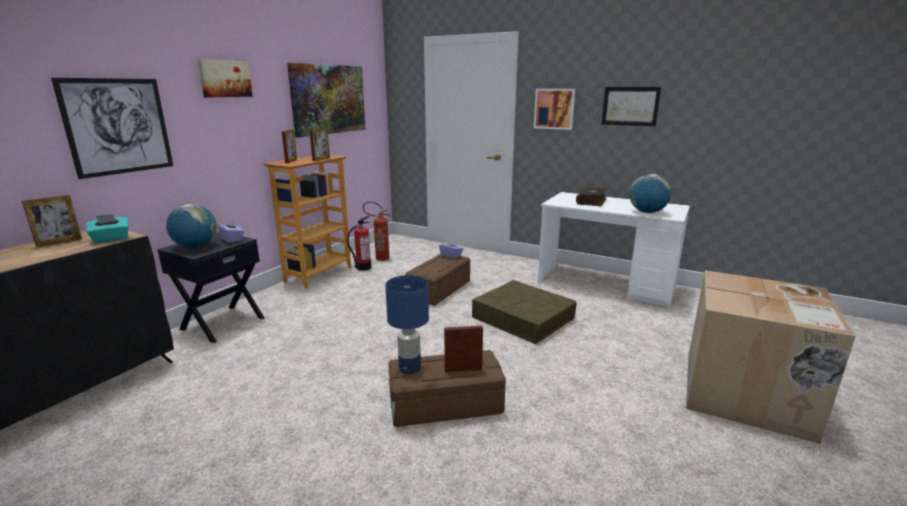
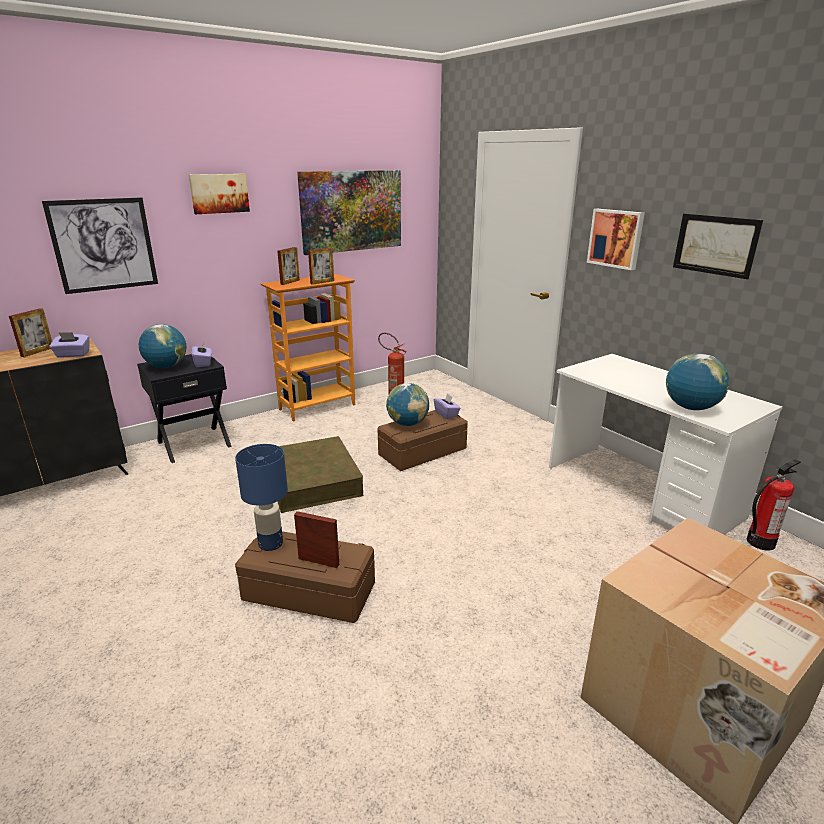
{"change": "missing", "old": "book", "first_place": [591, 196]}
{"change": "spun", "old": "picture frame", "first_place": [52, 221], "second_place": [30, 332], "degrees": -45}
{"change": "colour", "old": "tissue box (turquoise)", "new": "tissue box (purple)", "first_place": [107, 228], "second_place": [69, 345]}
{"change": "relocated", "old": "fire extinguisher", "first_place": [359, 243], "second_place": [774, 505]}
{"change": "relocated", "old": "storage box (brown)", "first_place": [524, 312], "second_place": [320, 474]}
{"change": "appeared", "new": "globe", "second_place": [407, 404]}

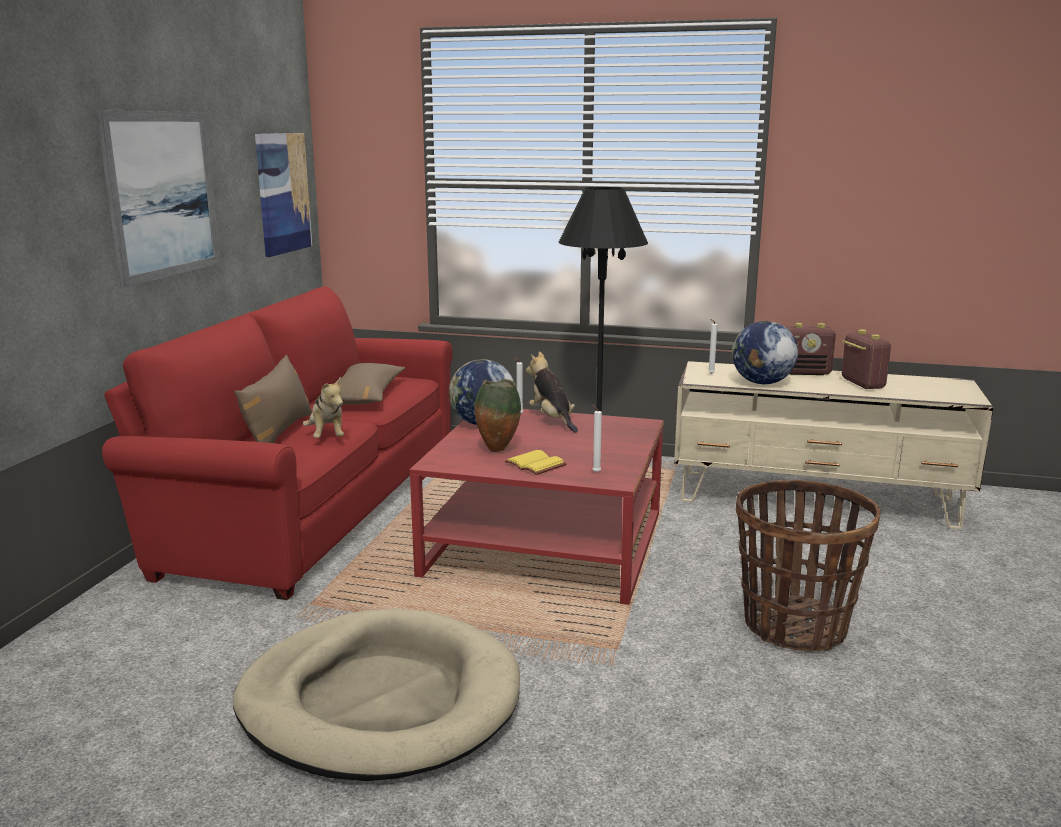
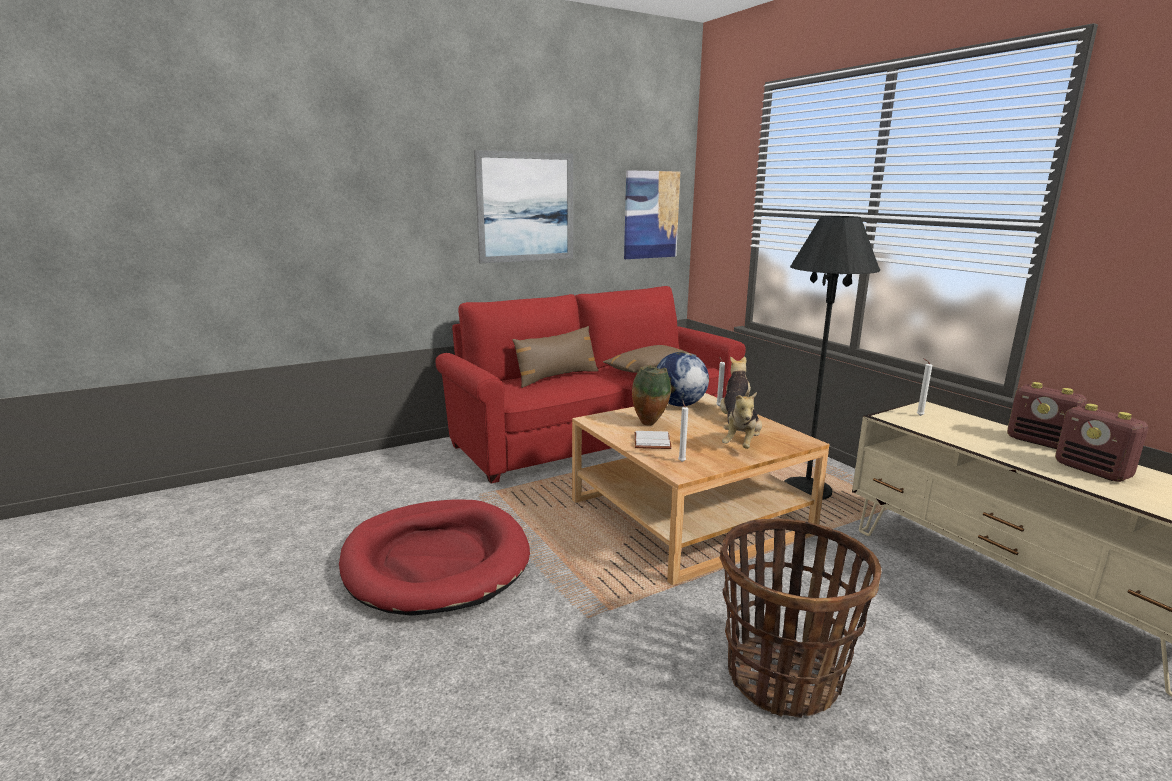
{"change": "missing", "old": "globe", "first_place": [765, 352]}
{"change": "spun", "old": "radio", "first_place": [866, 359], "second_place": [1101, 443], "degrees": 120}
{"change": "relocated", "old": "plush toy", "first_place": [323, 407], "second_place": [742, 420]}
{"change": "colour", "old": "coffee table (red)", "new": "coffee table (beige)", "first_place": [537, 507], "second_place": [701, 489]}
{"change": "colour", "old": "book (yellow)", "new": "book (white)", "first_place": [536, 462], "second_place": [653, 440]}
{"change": "colour", "old": "dog bed (beige)", "new": "dog bed (red)", "first_place": [376, 694], "second_place": [434, 557]}

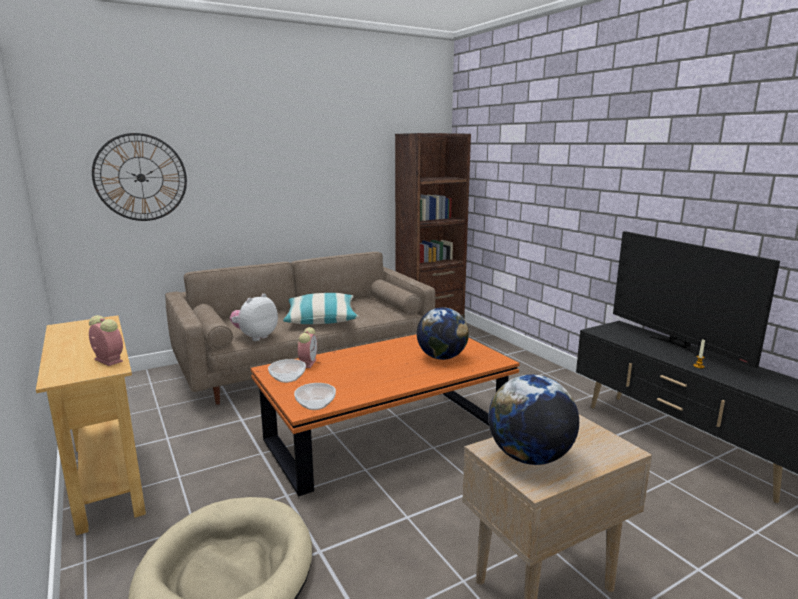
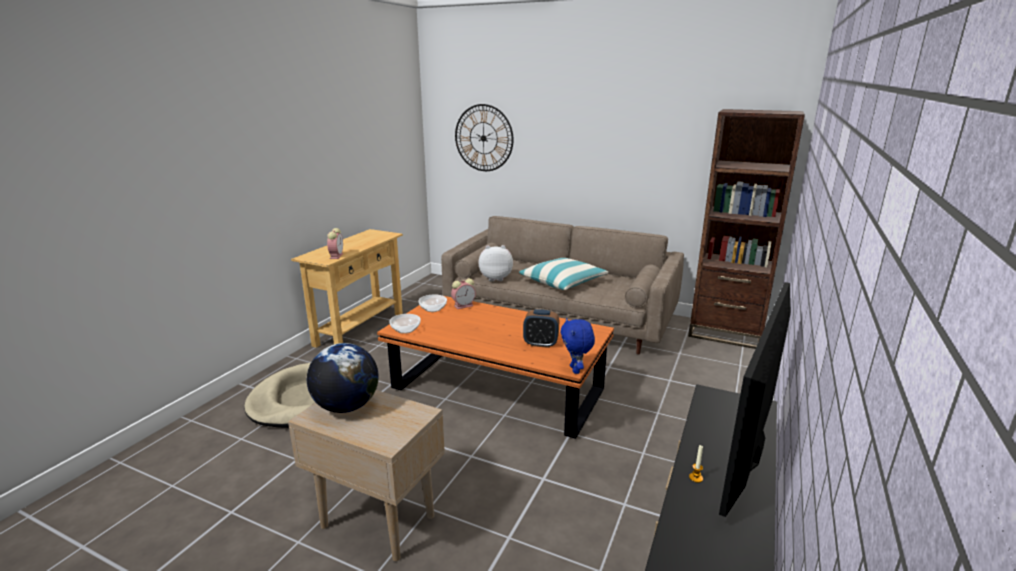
{"change": "exchanged", "old": "globe", "new": "alarm clock", "first_place": [443, 333], "second_place": [541, 328]}
{"change": "appeared", "new": "plush toy (blue)", "second_place": [577, 346]}

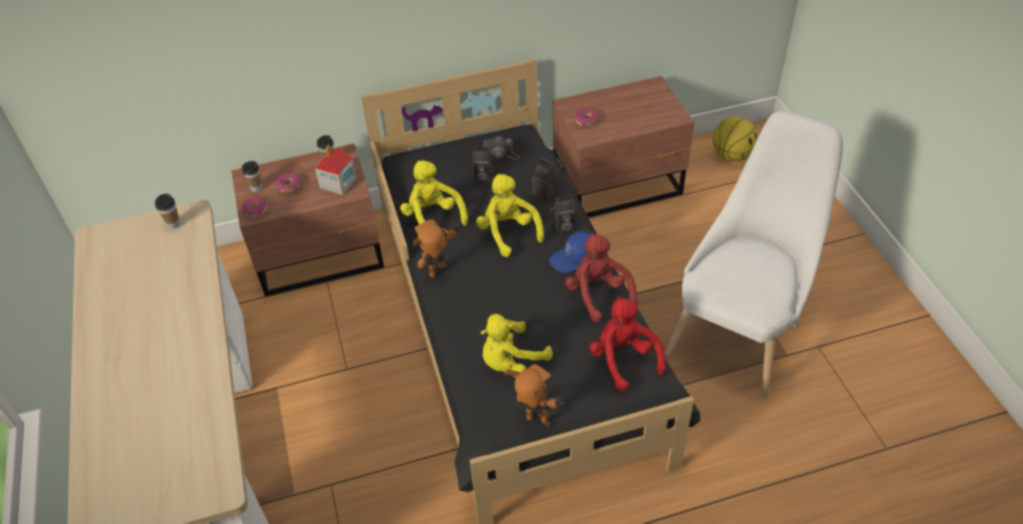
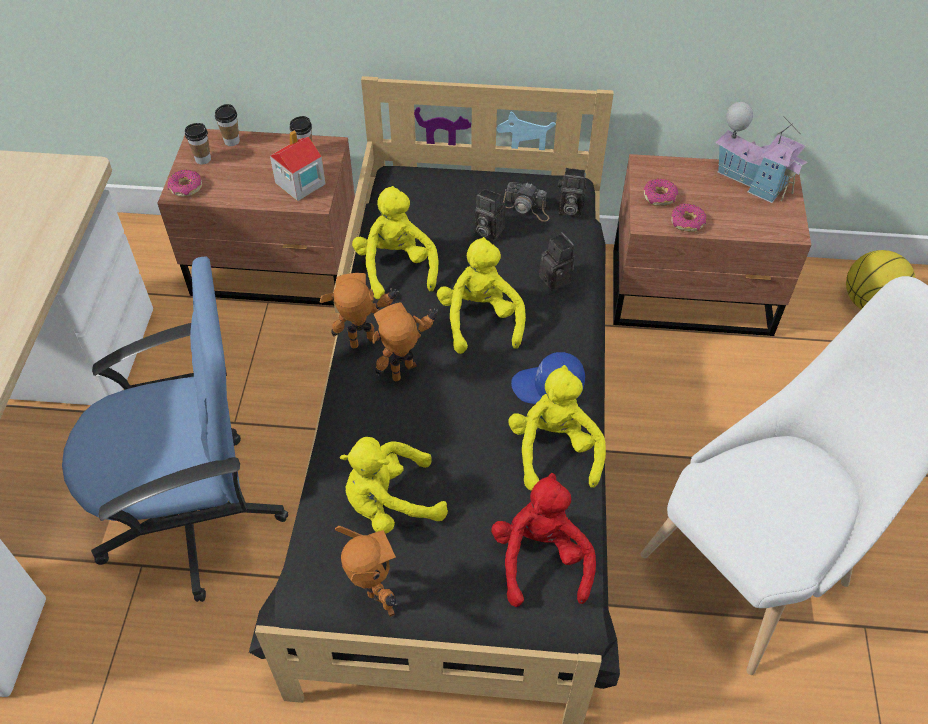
{"change": "relocated", "old": "donut", "first_place": [287, 183], "second_place": [688, 218]}
{"change": "relocated", "old": "cup", "first_place": [168, 211], "second_place": [227, 125]}
{"change": "relocated", "old": "photo camera", "first_place": [563, 213], "second_place": [572, 192]}
{"change": "colour", "old": "plush toy (red)", "new": "plush toy (yellow)", "first_place": [601, 278], "second_place": [557, 428]}
{"change": "appeared", "new": "toy house", "second_place": [761, 152]}
{"change": "appeared", "new": "office chair (blue)", "second_place": [175, 429]}
{"change": "appeared", "new": "toy robot", "second_place": [405, 341]}

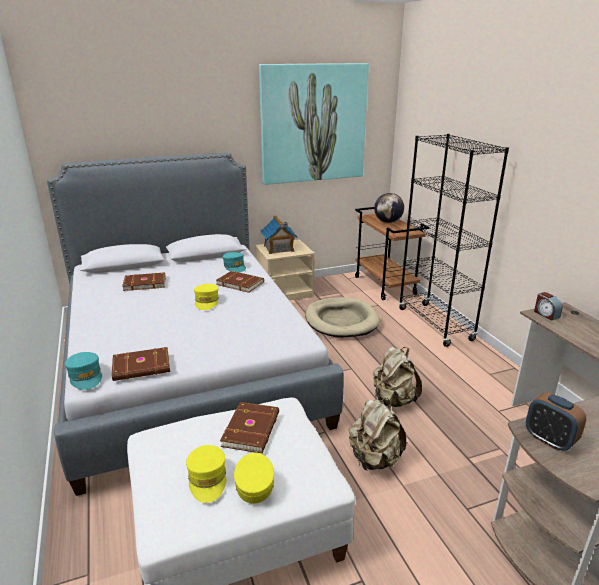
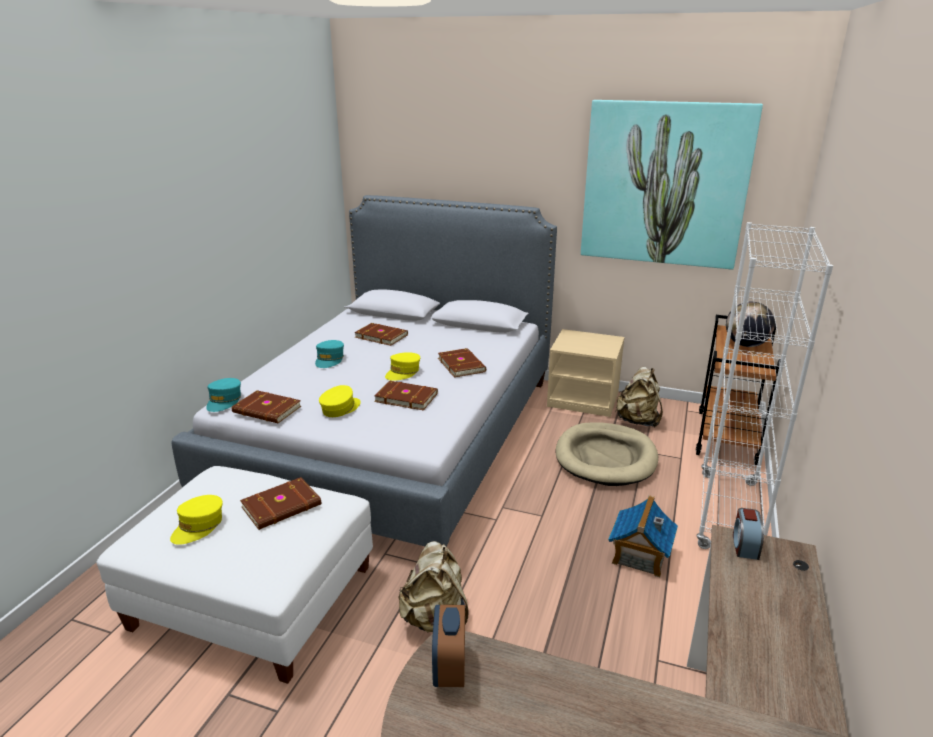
{"change": "colour", "old": "bookcase (black)", "new": "bookcase (white)", "first_place": [454, 240], "second_place": [764, 385]}
{"change": "relocated", "old": "toy house", "first_place": [279, 235], "second_place": [643, 536]}
{"change": "relocated", "old": "cap (turquoise)", "first_place": [234, 262], "second_place": [329, 354]}
{"change": "relocated", "old": "backpack (beige)", "first_place": [397, 377], "second_place": [639, 397]}
{"change": "relocated", "old": "cap (yellow)", "first_place": [254, 478], "second_place": [340, 401]}
{"change": "appeared", "new": "book (brown)", "second_place": [406, 395]}

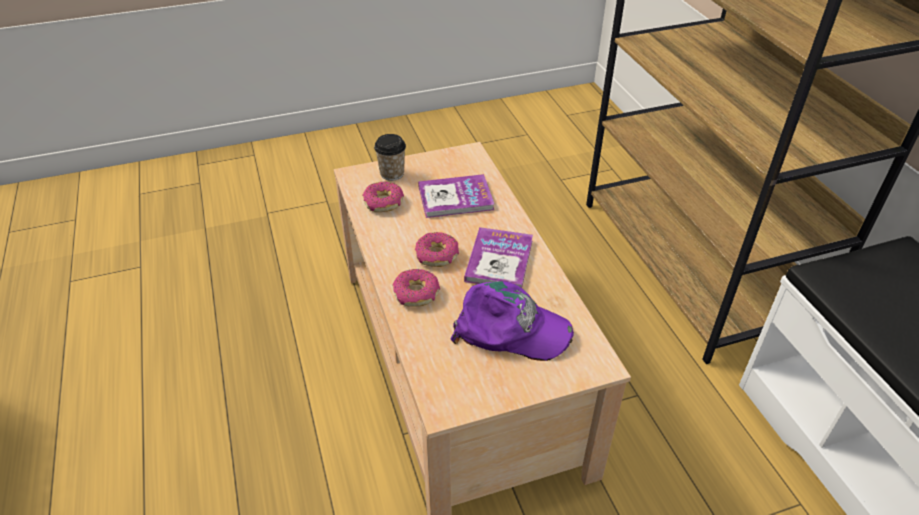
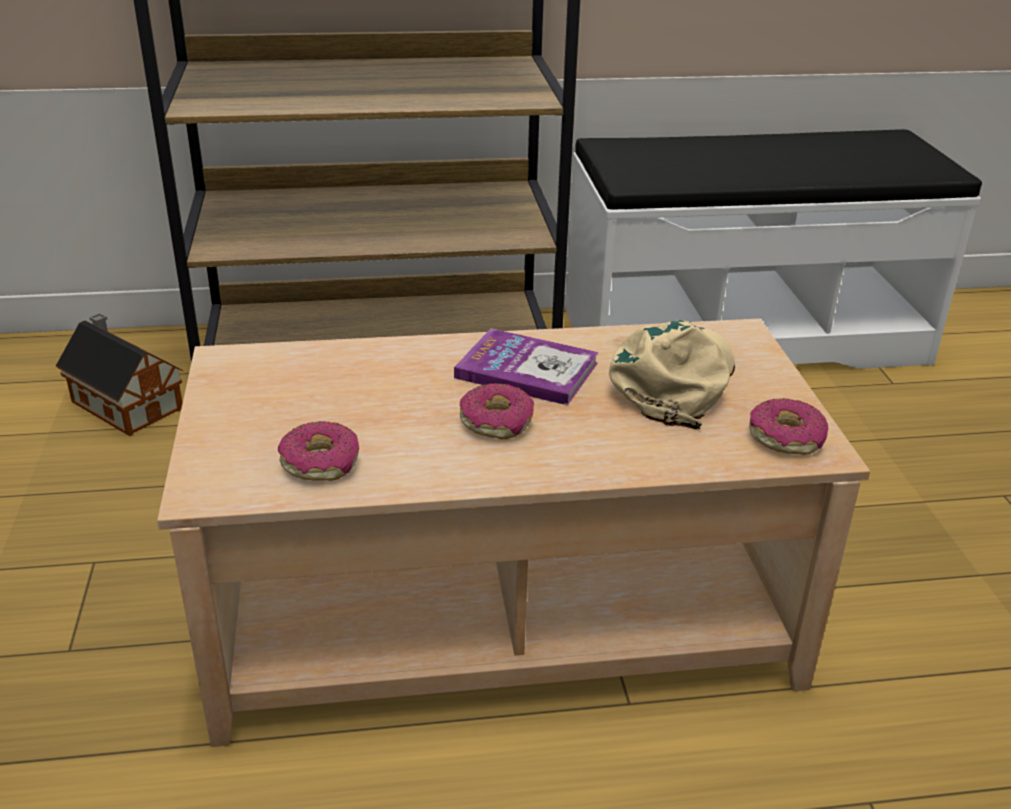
{"change": "missing", "old": "cup", "first_place": [390, 157]}
{"change": "missing", "old": "book", "first_place": [456, 196]}
{"change": "relocated", "old": "donut", "first_place": [416, 288], "second_place": [788, 426]}
{"change": "colour", "old": "cap (purple)", "new": "cap (beige)", "first_place": [512, 321], "second_place": [672, 374]}
{"change": "appeared", "new": "toy house", "second_place": [119, 374]}

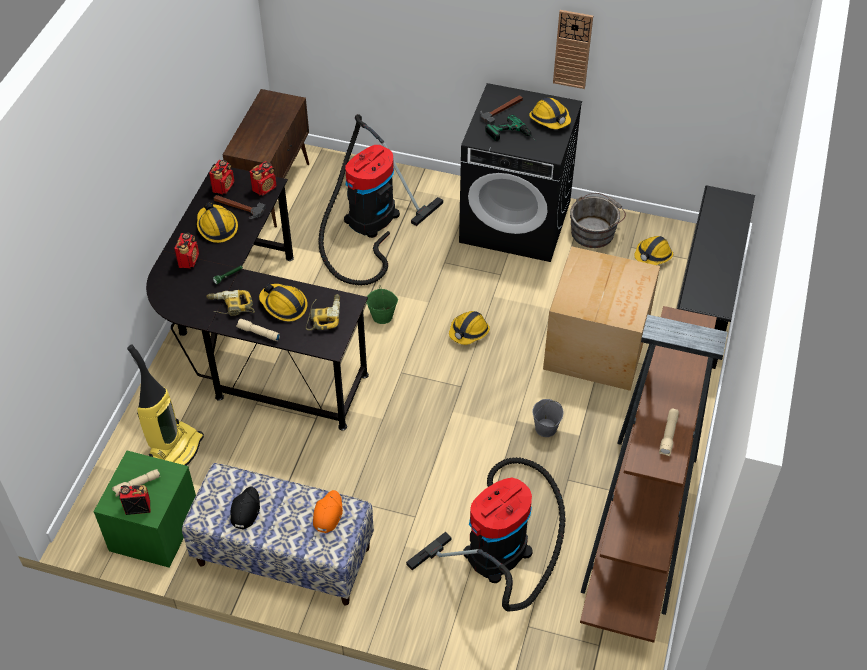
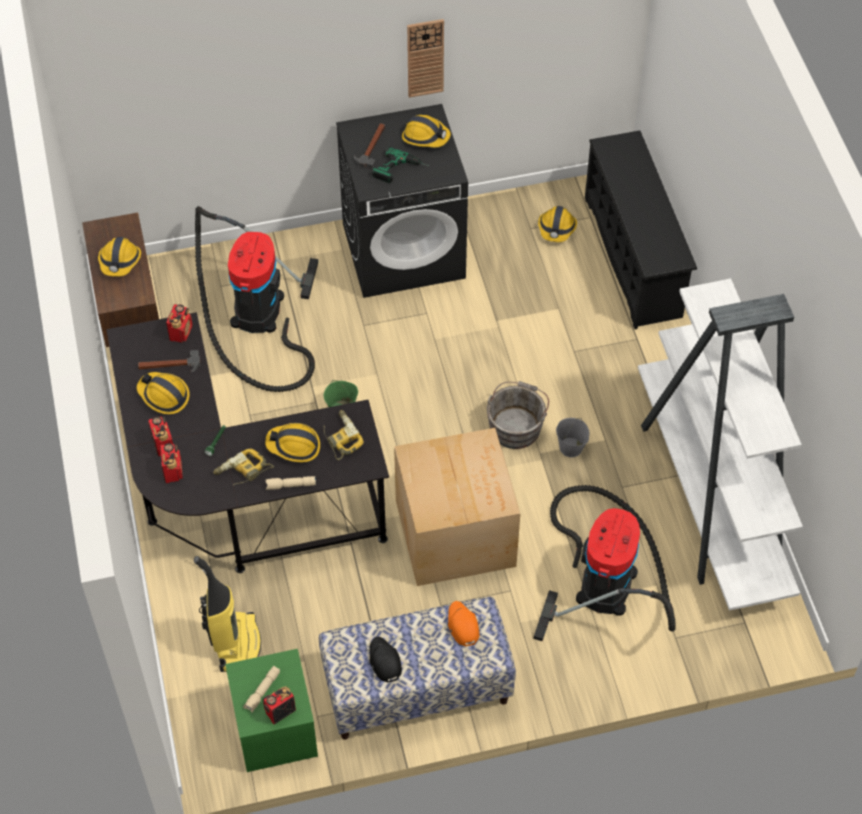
{"change": "relocated", "old": "radio", "first_place": [221, 177], "second_place": [171, 463]}
{"change": "relocated", "old": "bucket (grey)", "first_place": [598, 220], "second_place": [518, 415]}
{"change": "relocated", "old": "cardboard box", "first_place": [601, 318], "second_place": [457, 507]}
{"change": "colour", "old": "bookcase (brown)", "new": "bookcase (white)", "first_place": [654, 474], "second_place": [720, 444]}
{"change": "relocated", "old": "hard hat", "first_place": [469, 328], "second_place": [119, 257]}
{"change": "missing", "old": "flashlight (beige)", "first_place": [669, 432]}

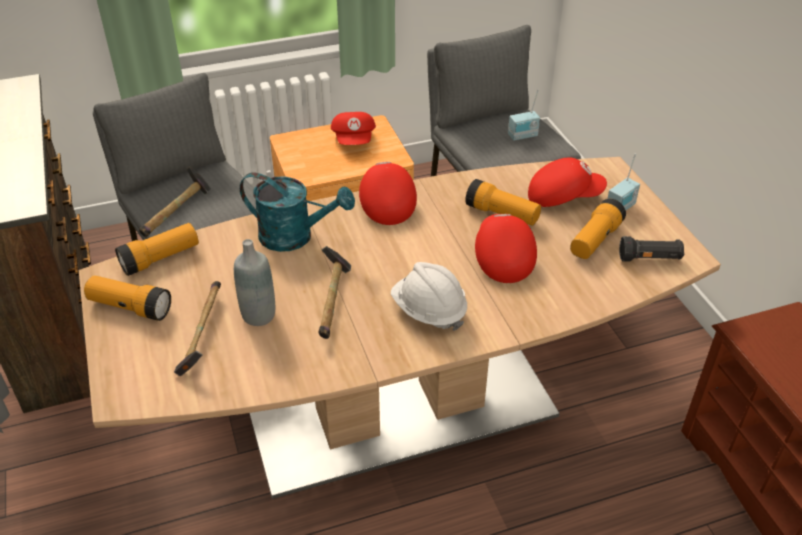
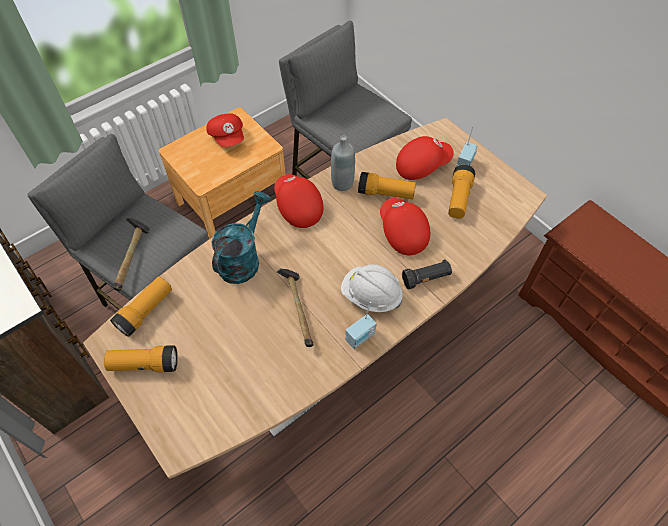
{"change": "relocated", "old": "radio", "first_place": [524, 115], "second_place": [361, 325]}
{"change": "spun", "old": "watering can (turquoise)", "first_place": [297, 212], "second_place": [241, 237], "degrees": -60}
{"change": "relocated", "old": "flashlight (black)", "first_place": [651, 249], "second_place": [427, 274]}
{"change": "relocated", "old": "bottle (grey)", "first_place": [254, 282], "second_place": [343, 163]}
{"change": "missing", "old": "hammer", "first_place": [197, 328]}

